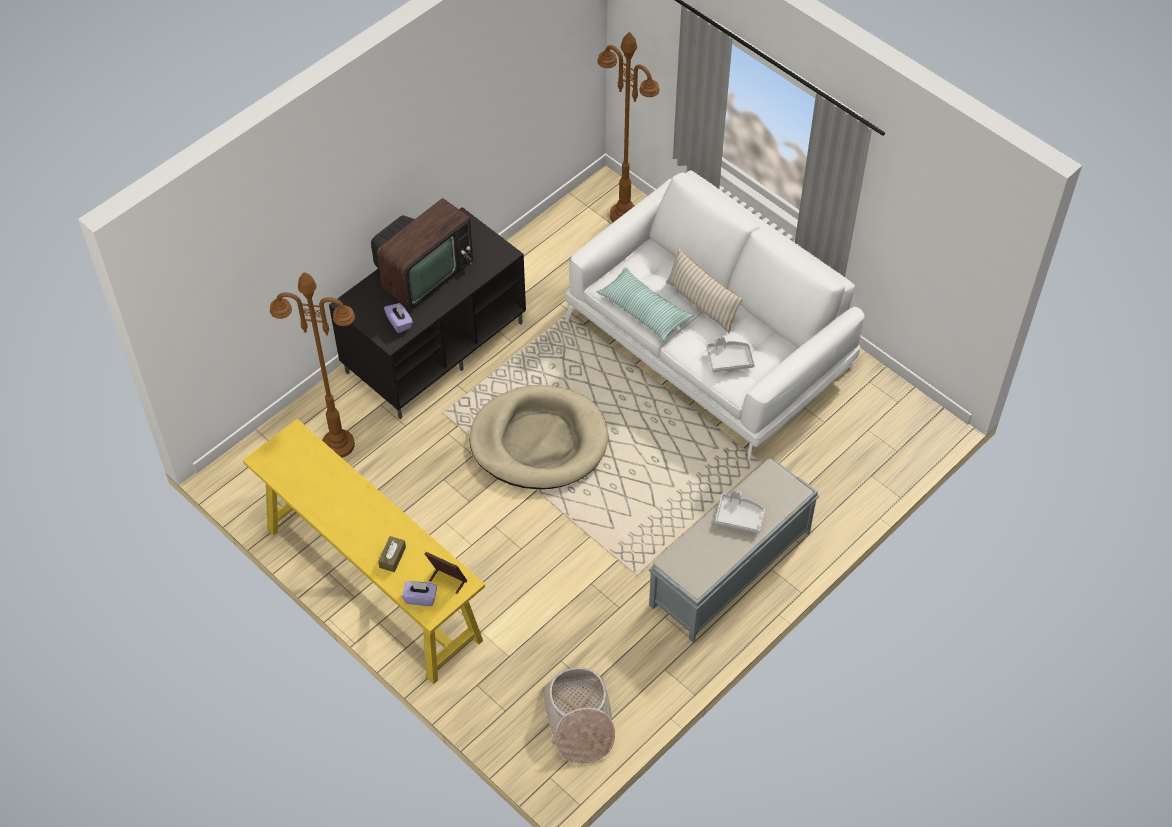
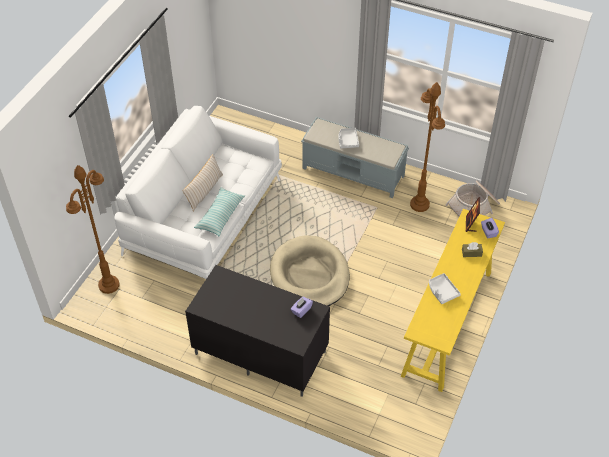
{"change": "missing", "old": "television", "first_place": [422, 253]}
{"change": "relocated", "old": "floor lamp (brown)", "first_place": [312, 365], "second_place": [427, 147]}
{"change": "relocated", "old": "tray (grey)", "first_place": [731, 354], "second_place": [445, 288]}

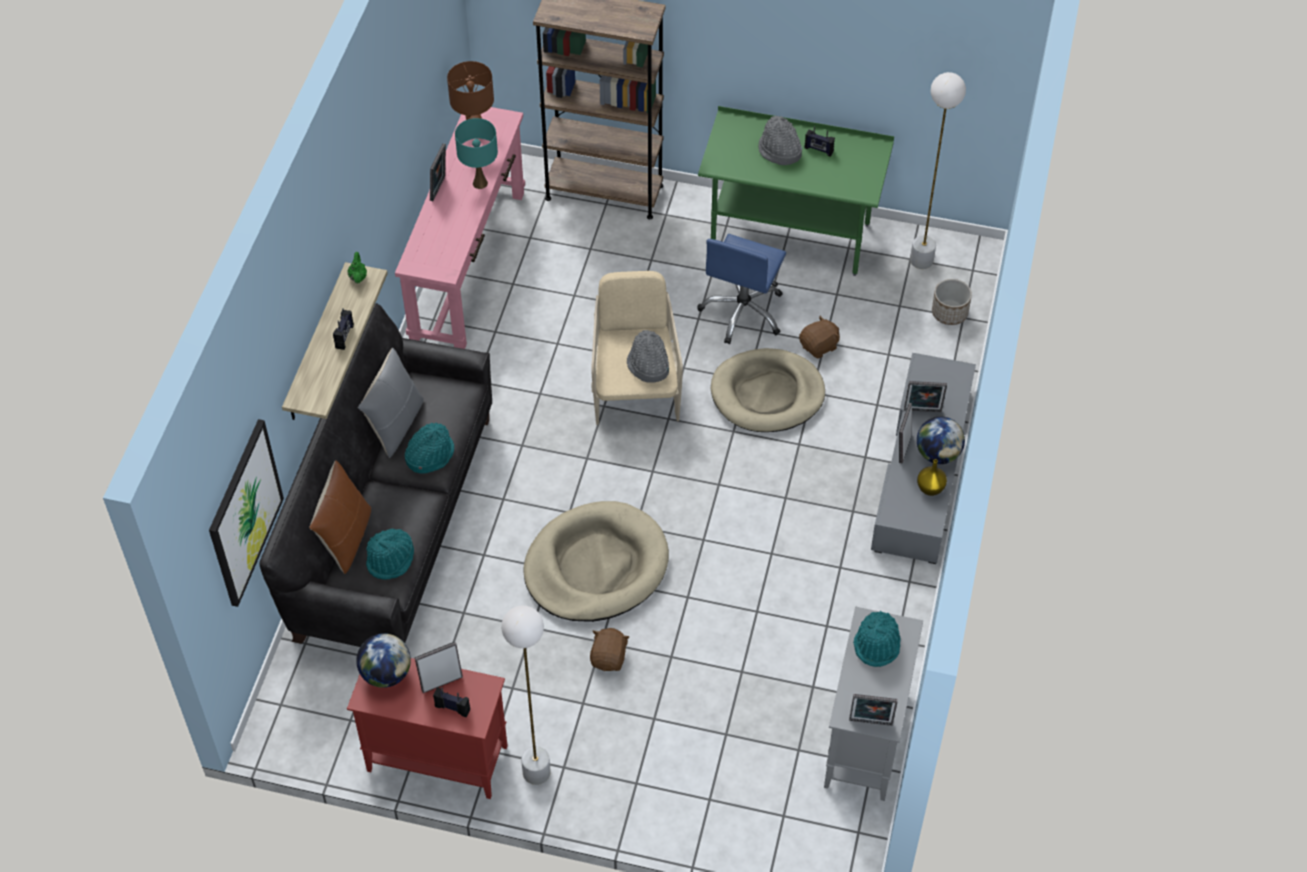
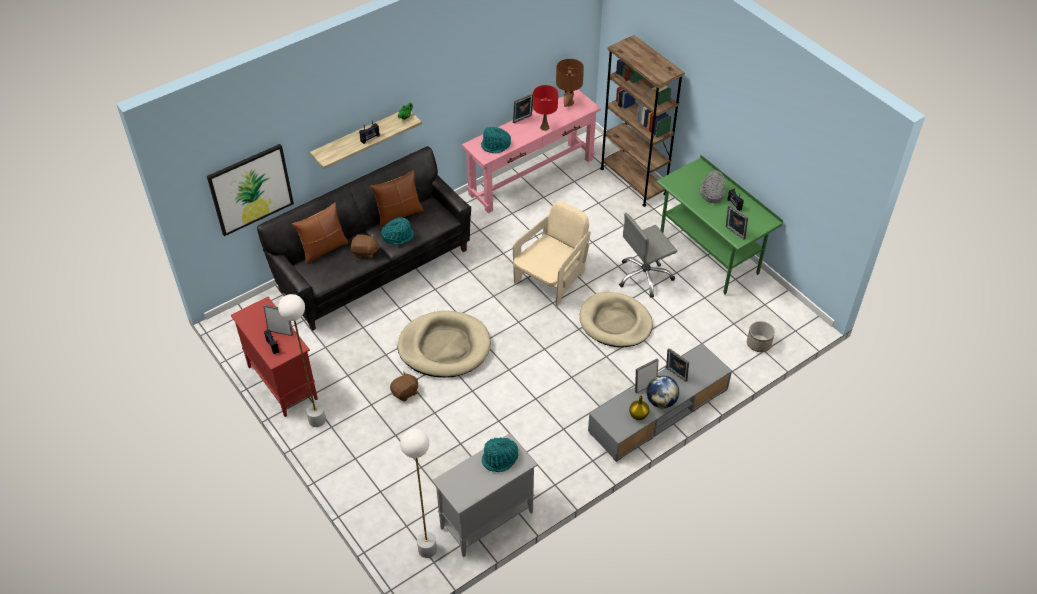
{"change": "relocated", "old": "floor lamp (white)", "first_place": [938, 170], "second_place": [418, 493]}
{"change": "colour", "old": "table lamp (turquoise)", "new": "table lamp (red)", "first_place": [476, 153], "second_place": [545, 108]}
{"change": "colour", "old": "office chair (blue)", "new": "office chair (grey)", "first_place": [741, 289], "second_place": [648, 255]}
{"change": "relocated", "old": "plush toy (brown)", "first_place": [819, 337], "second_place": [365, 246]}
{"change": "missing", "old": "hat (grey)", "first_place": [648, 356]}
{"change": "colour", "old": "pillow (grey)", "new": "pillow (brown)", "first_place": [391, 402], "second_place": [397, 198]}
{"change": "relocated", "old": "hat (turquoise)", "first_place": [390, 554], "second_place": [496, 140]}
{"change": "missing", "old": "globe", "first_place": [383, 660]}
{"change": "relocated", "old": "picture frame", "first_place": [873, 710], "second_place": [737, 222]}

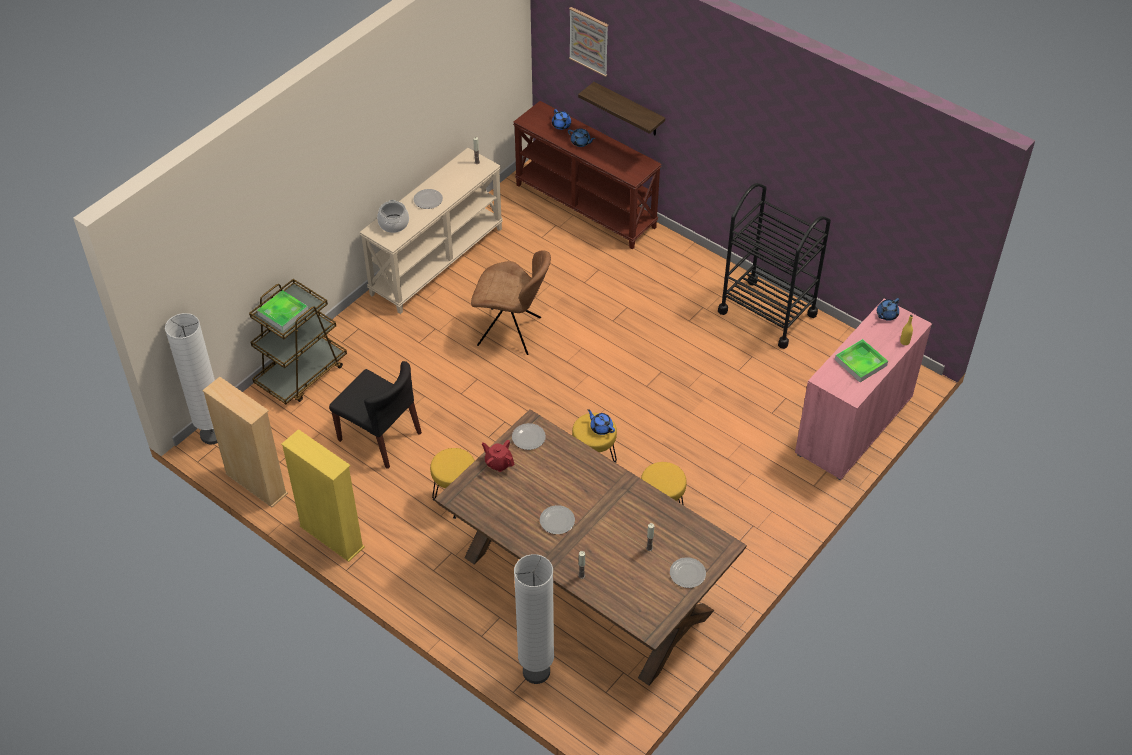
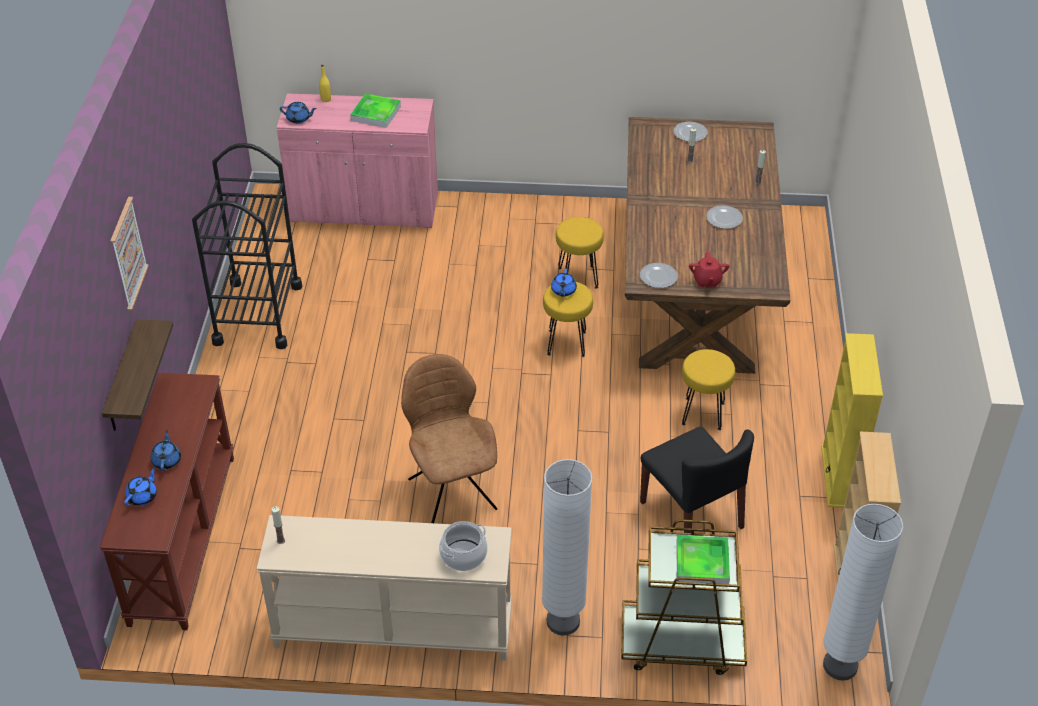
{"change": "relocated", "old": "picture", "first_place": [589, 42], "second_place": [129, 254]}
{"change": "missing", "old": "plate", "first_place": [428, 199]}
{"change": "spun", "old": "chair (black)", "first_place": [375, 415], "second_place": [697, 479], "degrees": 150}
{"change": "relocated", "old": "floor lamp (white)", "first_place": [534, 619], "second_place": [567, 547]}

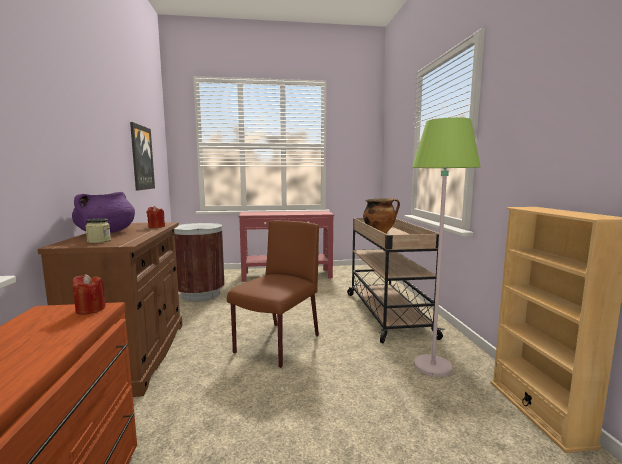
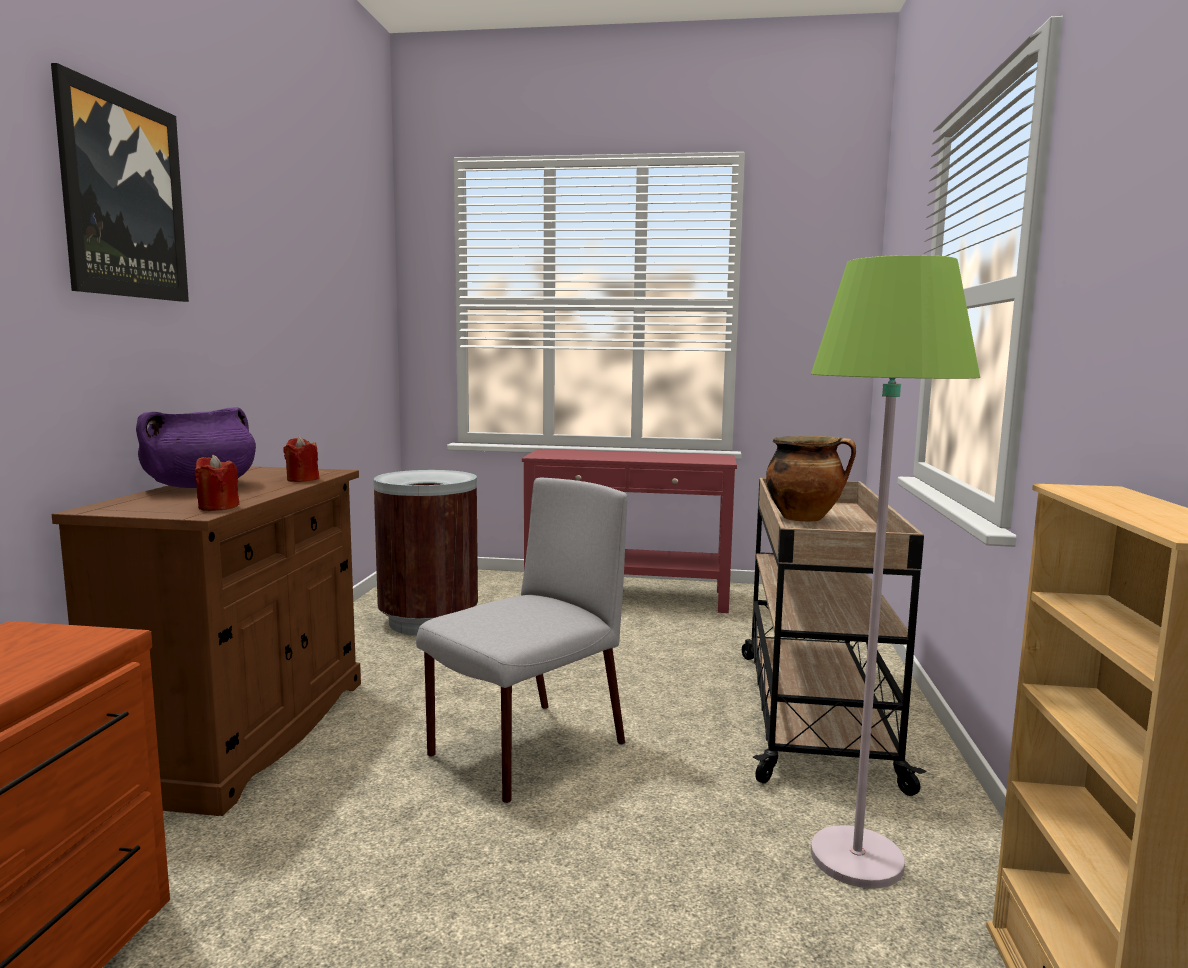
{"change": "relocated", "old": "picture", "first_place": [142, 156], "second_place": [120, 182]}
{"change": "missing", "old": "jar", "first_place": [98, 230]}
{"change": "colour", "old": "chair (brown)", "new": "chair (grey)", "first_place": [273, 294], "second_place": [522, 641]}
{"change": "relocated", "old": "candle (red)", "first_place": [89, 294], "second_place": [217, 483]}

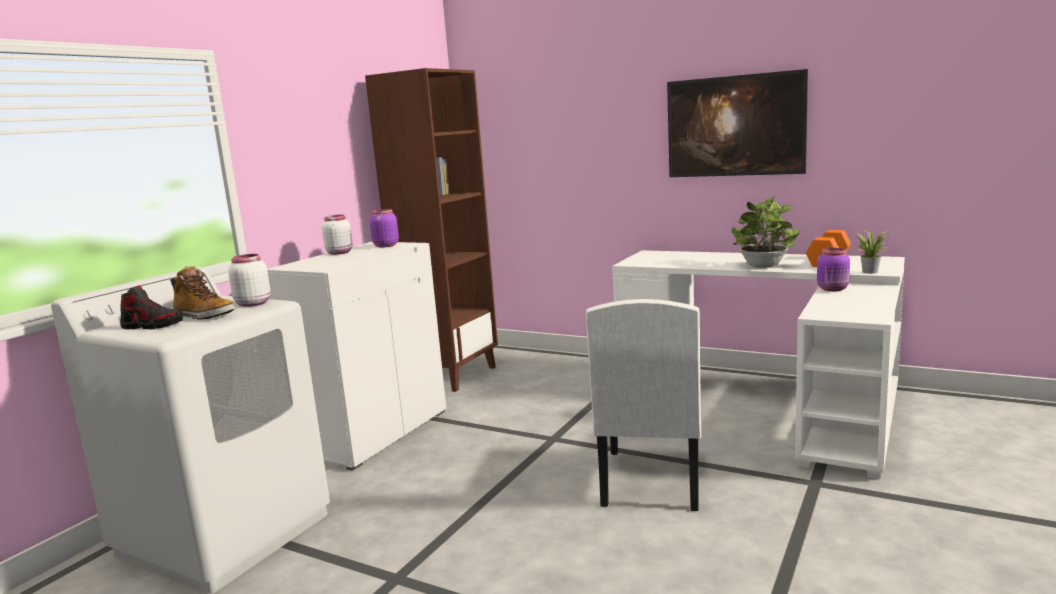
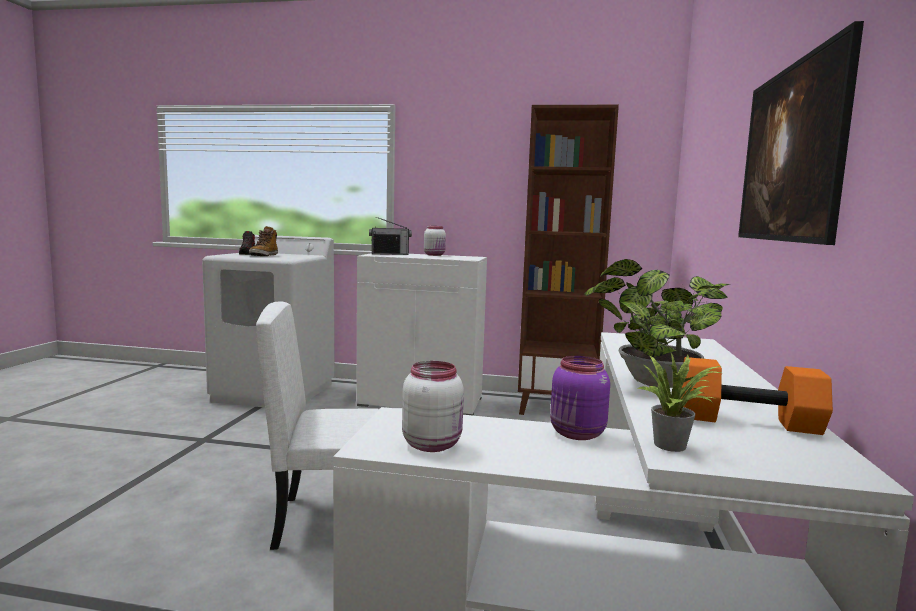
{"change": "missing", "old": "jar (purple)", "first_place": [384, 228]}
{"change": "relocated", "old": "jar (white)", "first_place": [249, 280], "second_place": [433, 406]}
{"change": "appeared", "new": "radio", "second_place": [390, 236]}

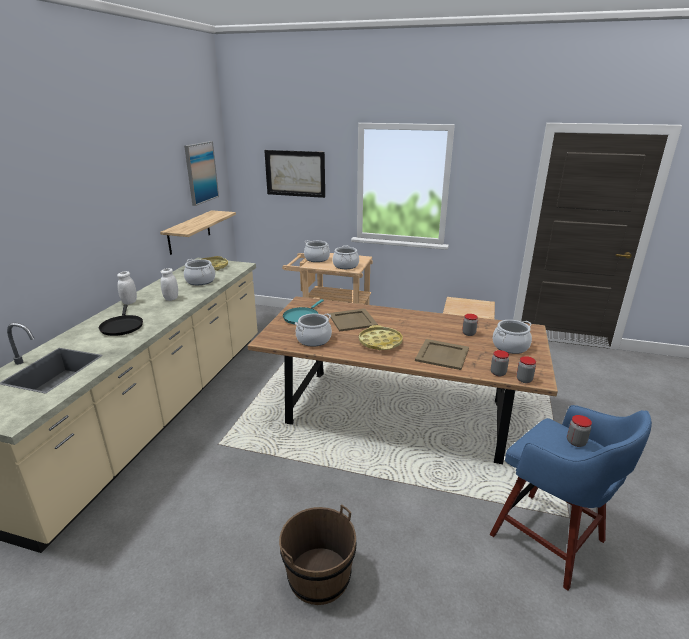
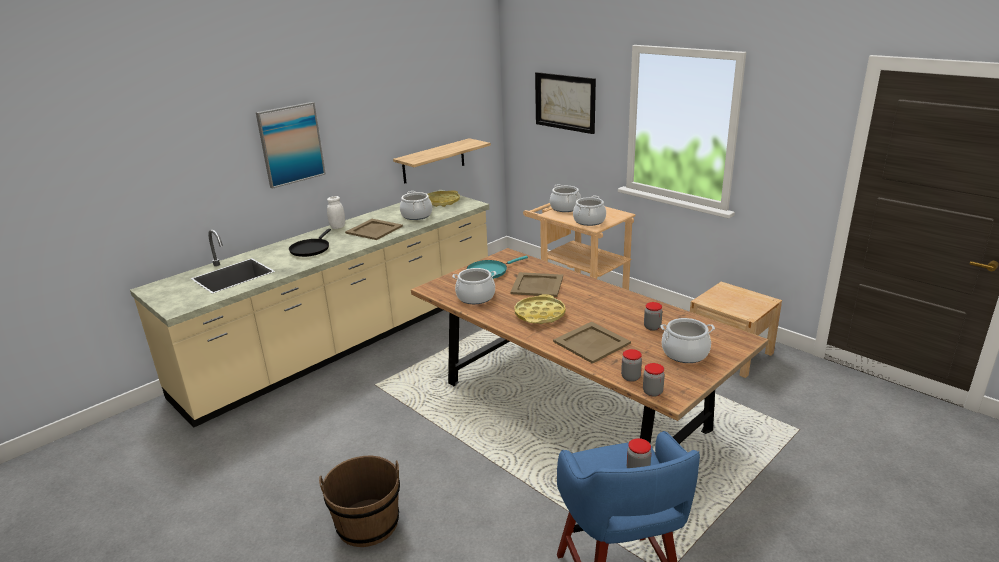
{"change": "relocated", "old": "picture", "first_place": [201, 173], "second_place": [291, 145]}
{"change": "exchanged", "old": "jar (white)", "new": "tray (beige)", "first_place": [169, 284], "second_place": [374, 229]}

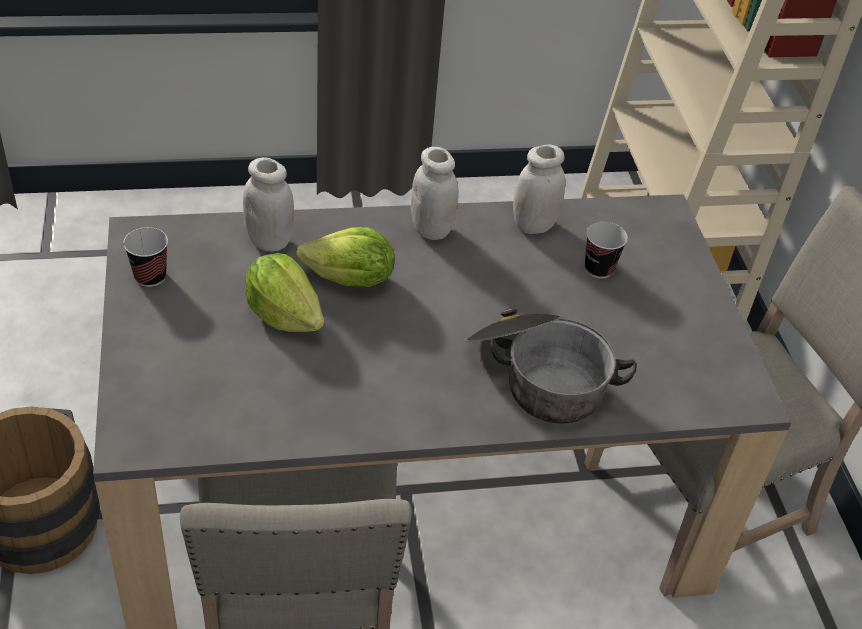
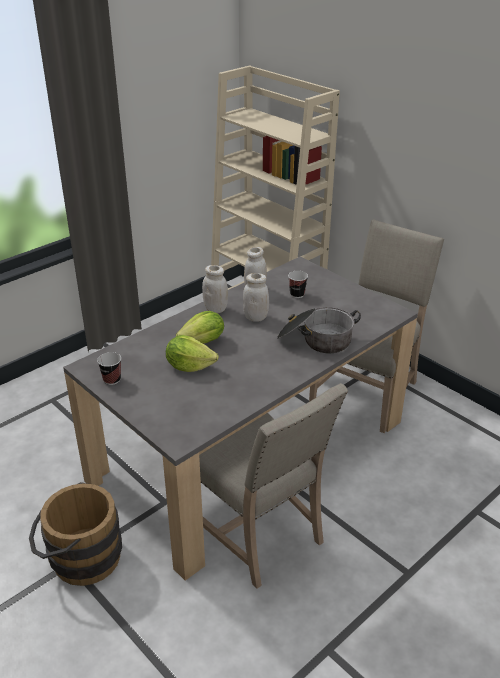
{"change": "relocated", "old": "jar (white)", "first_place": [268, 204], "second_place": [256, 297]}

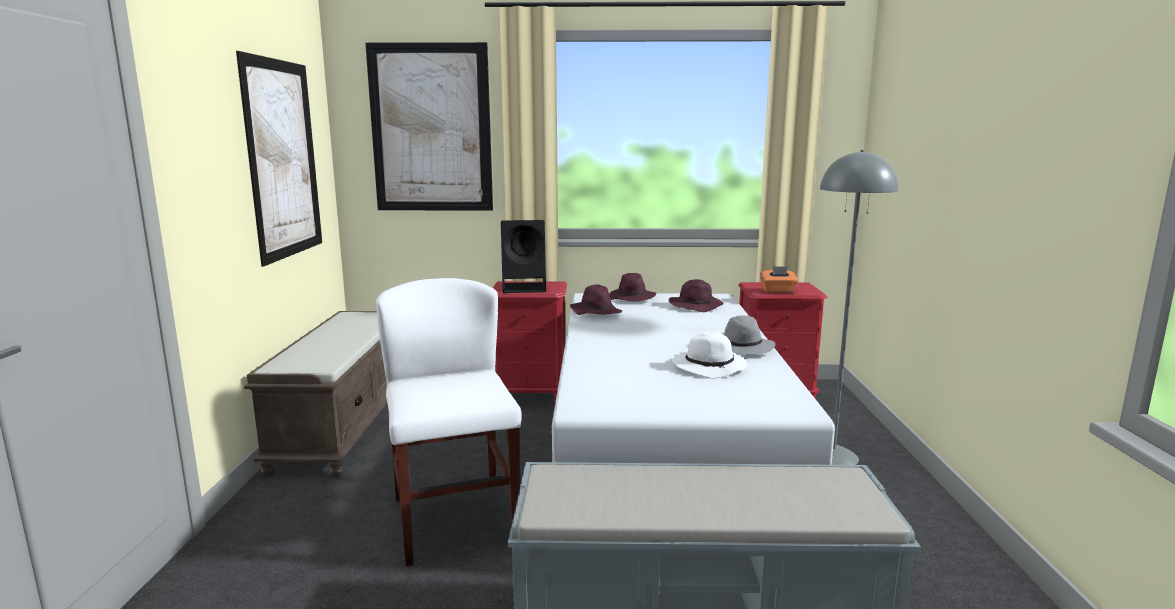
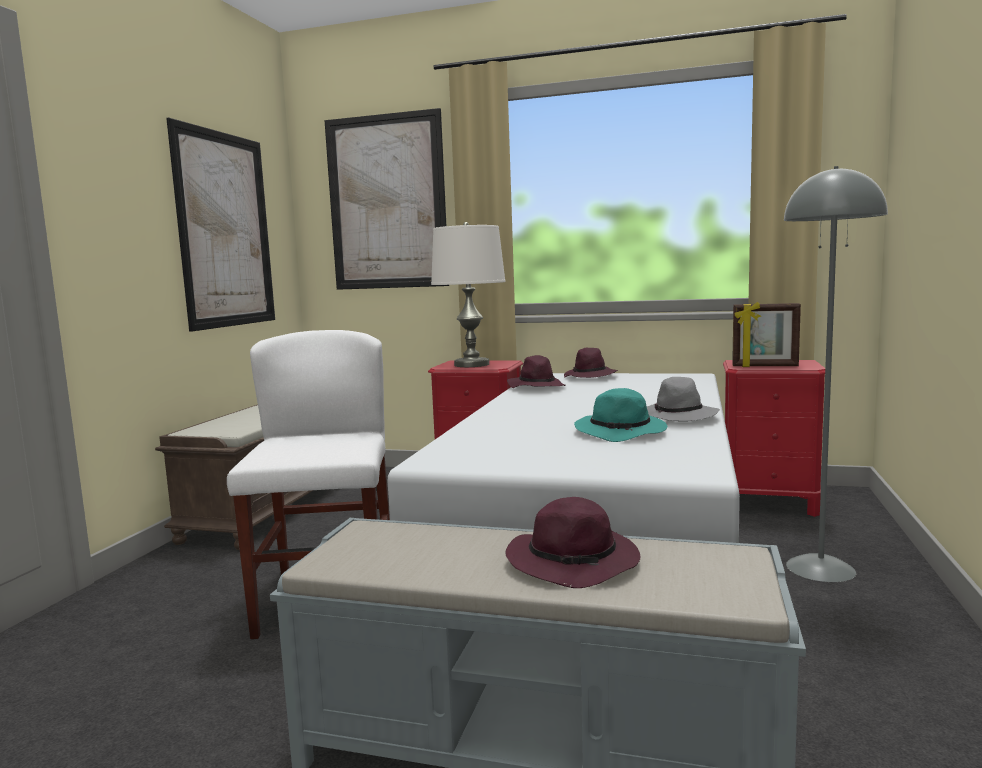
{"change": "exchanged", "old": "speaker (black)", "new": "table lamp (white)", "first_place": [523, 256], "second_place": [468, 294]}
{"change": "exchanged", "old": "tissue box (orange)", "new": "picture frame", "first_place": [779, 279], "second_place": [766, 334]}
{"change": "relocated", "old": "hat (purple)", "first_place": [696, 295], "second_place": [572, 542]}
{"change": "colour", "old": "hat (white)", "new": "hat (turquoise)", "first_place": [709, 354], "second_place": [620, 415]}

